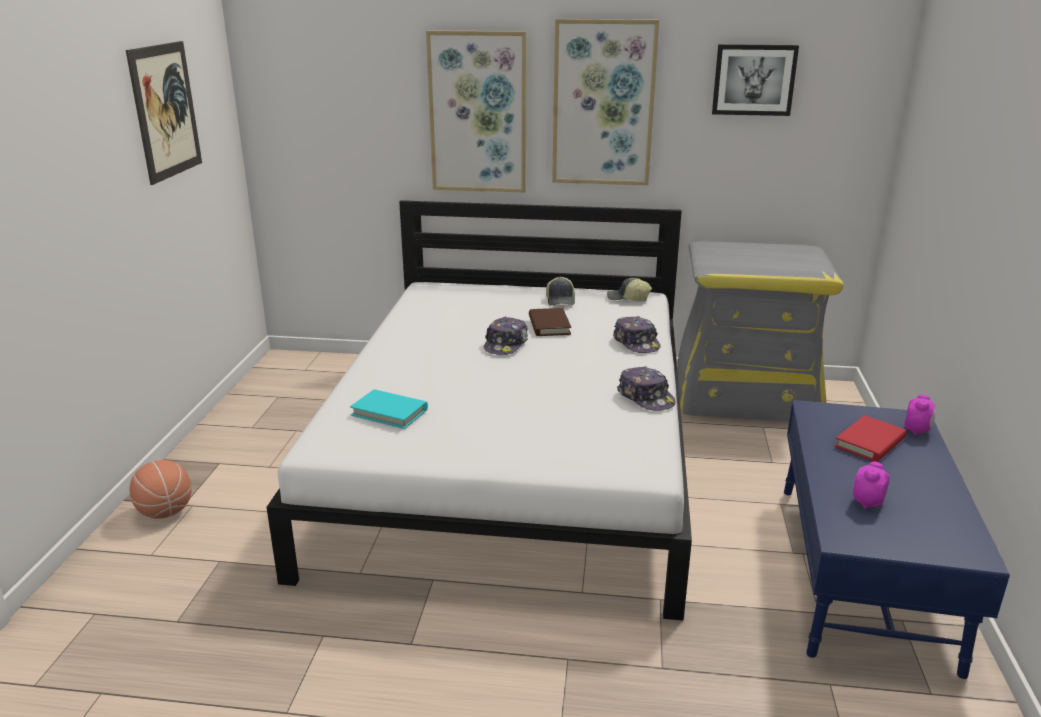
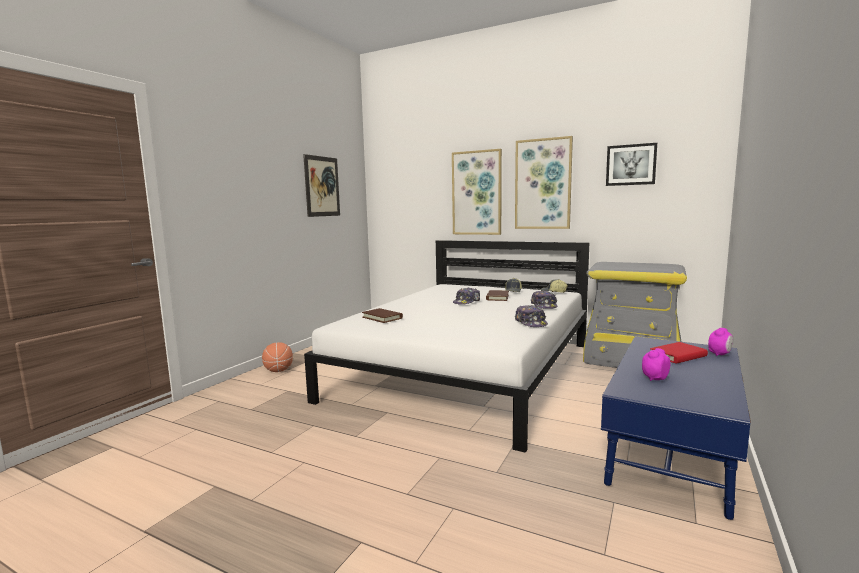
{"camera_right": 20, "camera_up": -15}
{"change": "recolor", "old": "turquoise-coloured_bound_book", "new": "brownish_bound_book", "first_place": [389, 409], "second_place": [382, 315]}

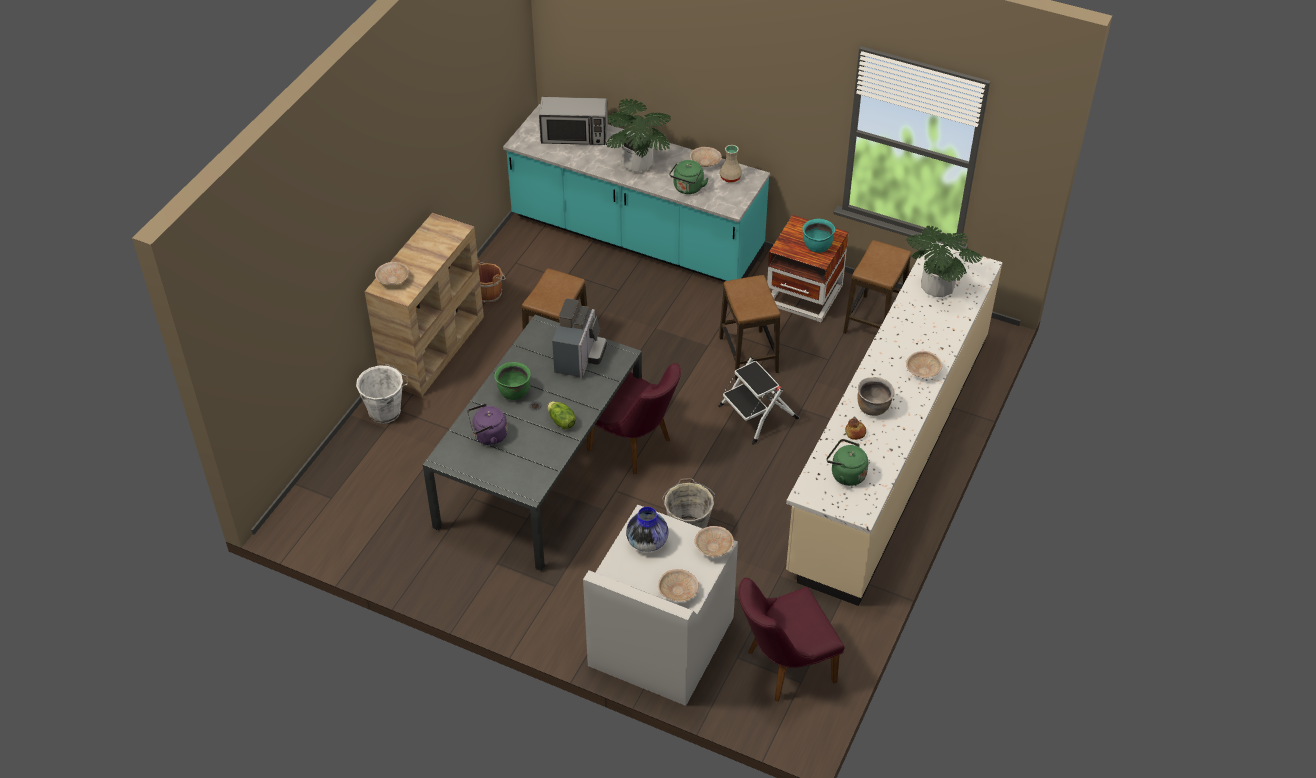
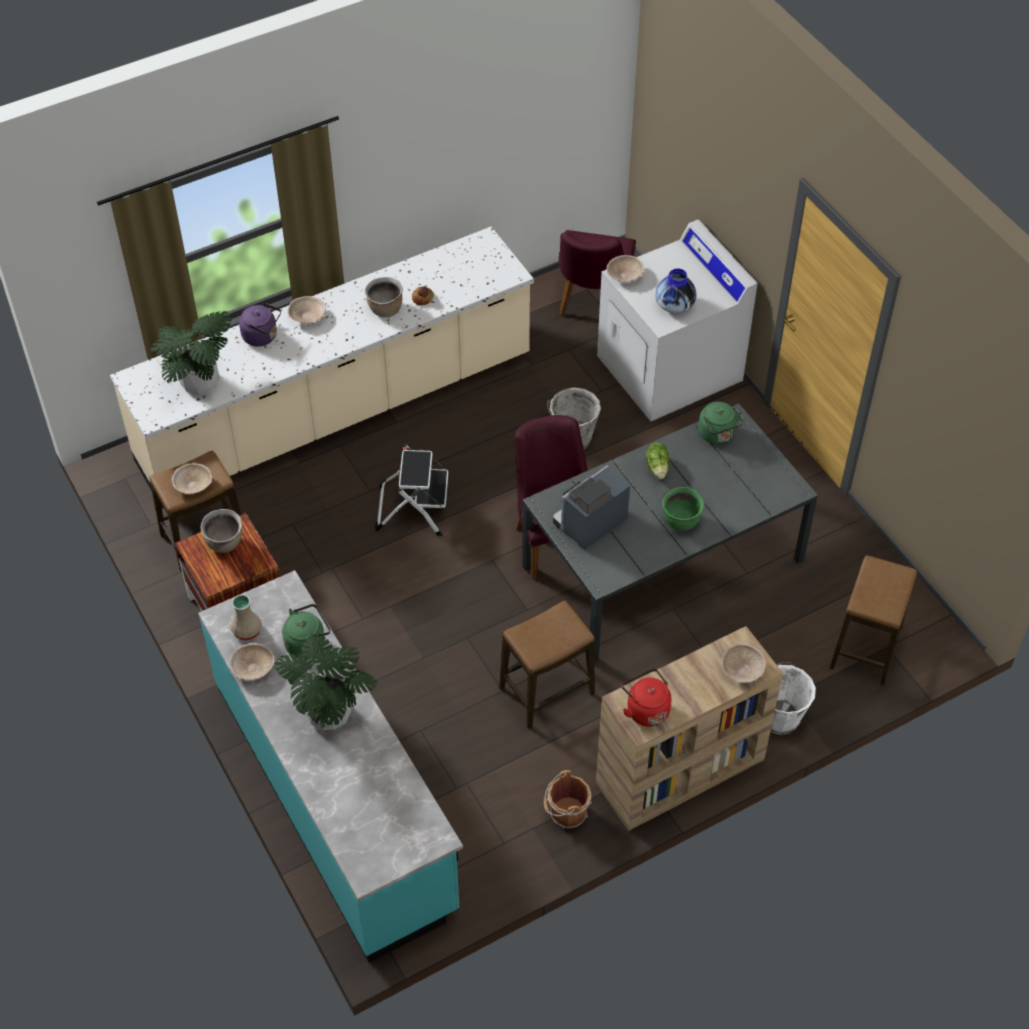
{"camera_right": -145, "camera_up": 5}
{"change": "move", "old": "purple_water_kettle", "first_place": [487, 424], "second_place": [260, 325]}
{"change": "delete", "old": "kitchen_microwave", "first_place": [573, 121]}
{"change": "move", "old": "sand-coloured_serving_bowl", "first_place": [678, 585], "second_place": [192, 478]}
{"change": "move", "old": "stool_seat", "first_place": [750, 327], "second_place": [873, 620]}
{"change": "rotate", "old": "purple_upright_chair", "first_place": [791, 640], "second_place": [597, 273], "degrees": 90}
{"change": "recolor", "old": "turquoise-coloured_stockpot", "new": "brownish_stockpot", "first_place": [818, 236], "second_place": [221, 531]}
{"change": "move", "old": "green-coloured_water_kettle", "first_place": [847, 462], "second_place": [720, 423]}
{"change": "insert", "new": "red-coloured_water_kettle", "second_place": [646, 698]}

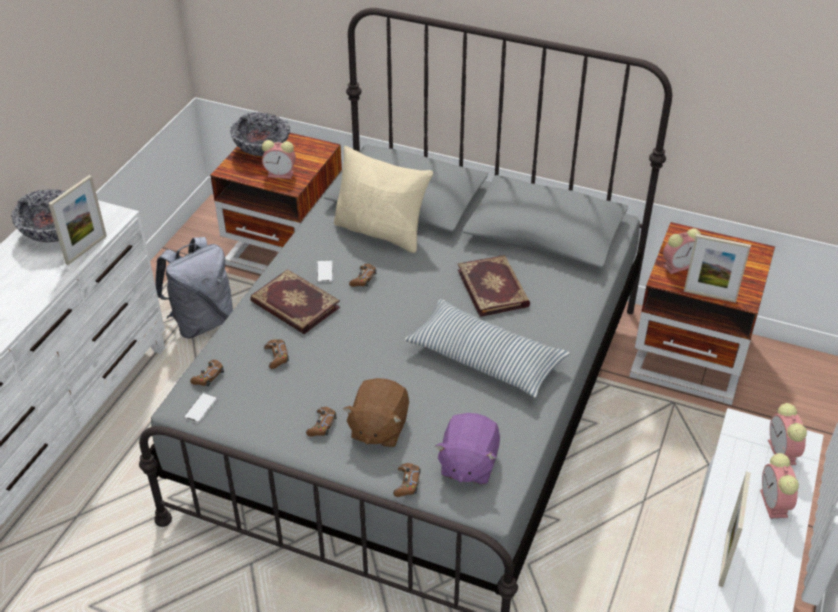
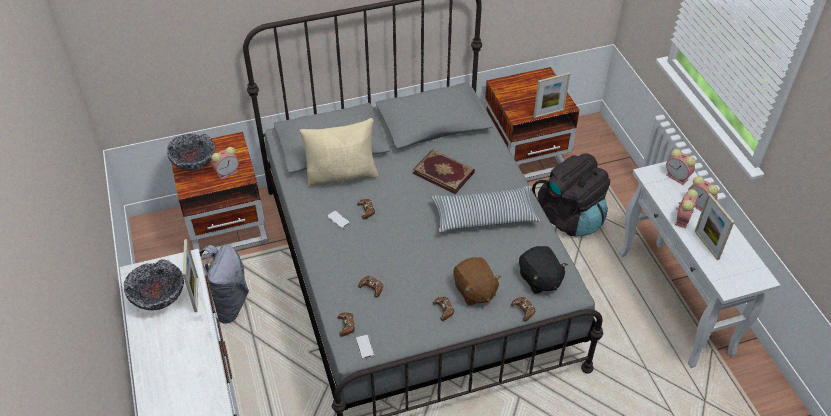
{"camera_right": -40, "camera_up": 5}
{"change": "delete", "old": "bound_book", "first_place": [295, 301]}
{"change": "recolor", "old": "purple_plush_toy", "new": "black-coloured_plush_toy", "first_place": [467, 449], "second_place": [543, 270]}
{"change": "move", "old": "table_clock", "first_place": [682, 251], "second_place": [686, 208]}
{"change": "insert", "new": "black-coloured_knapsack", "second_place": [571, 194]}

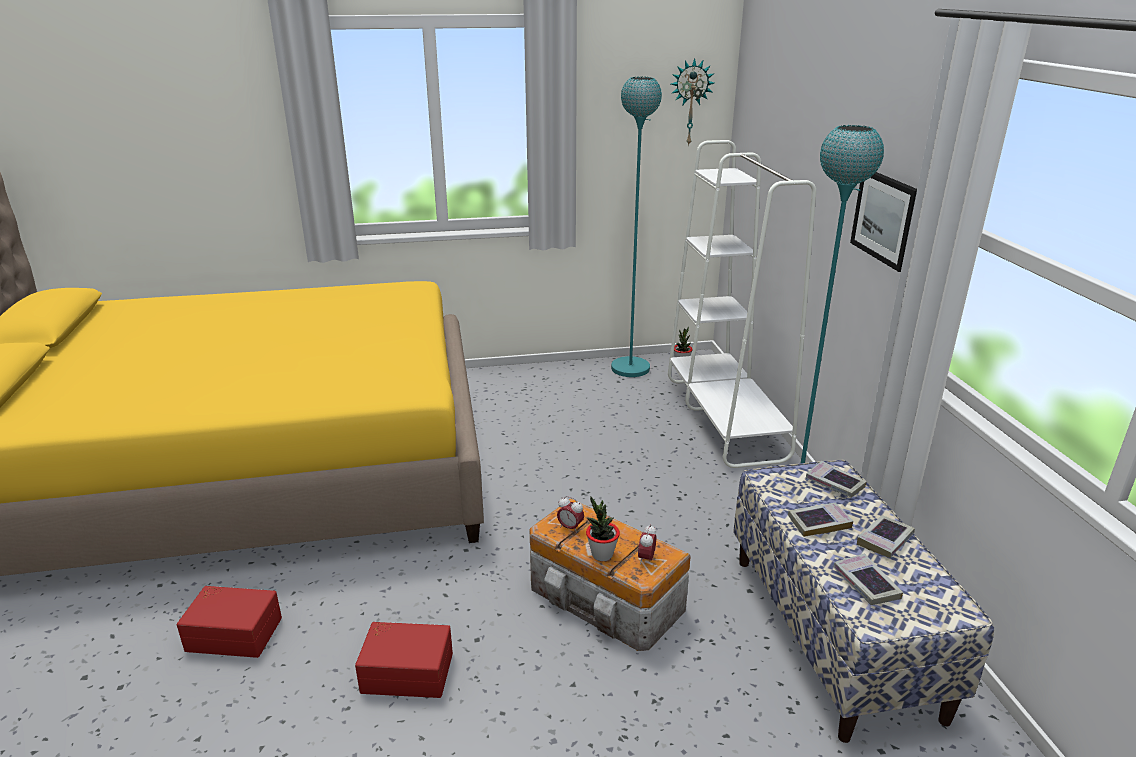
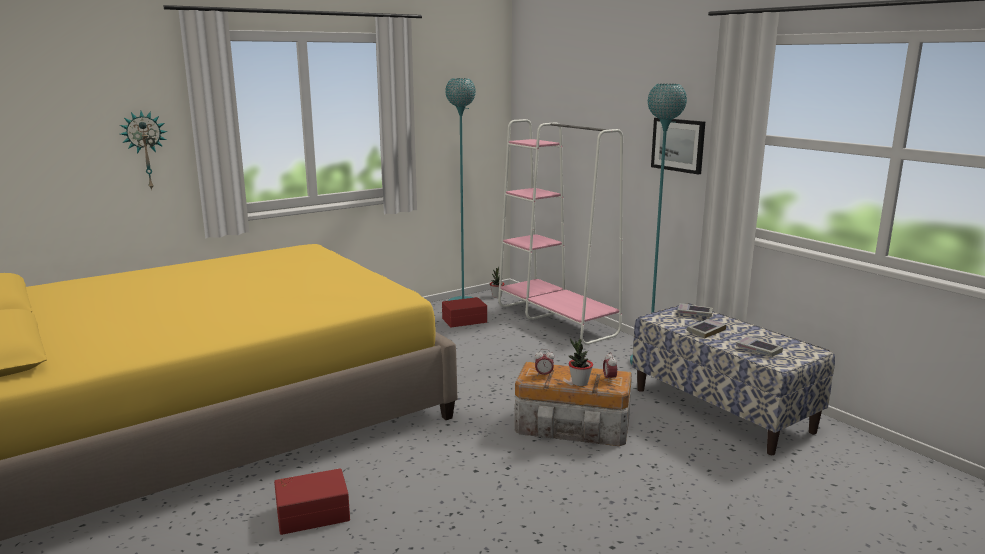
{"camera_right": -25, "camera_up": -10}
{"change": "move", "old": "red-coloured_storage_box", "first_place": [404, 660], "second_place": [464, 312]}
{"change": "recolor", "old": "whitish_garment_rack", "new": "pink_garment_rack", "first_place": [742, 304], "second_place": [560, 232]}
{"change": "move", "old": "hanging_clock", "first_place": [692, 102], "second_place": [144, 151]}
{"change": "delete", "old": "bound_book", "first_place": [886, 536]}

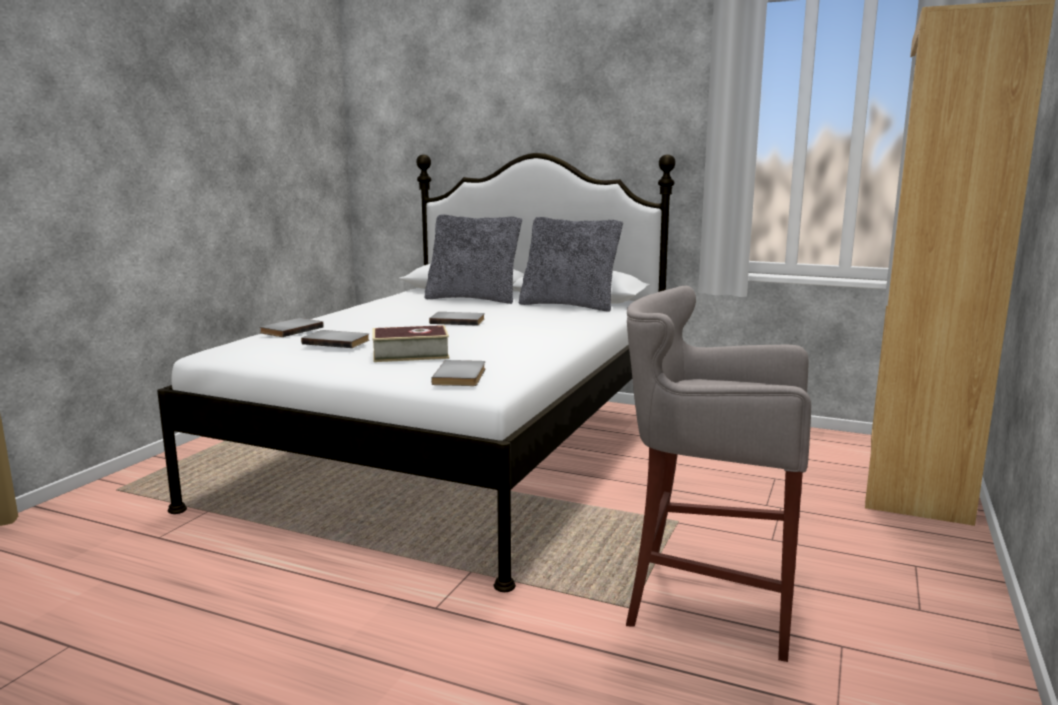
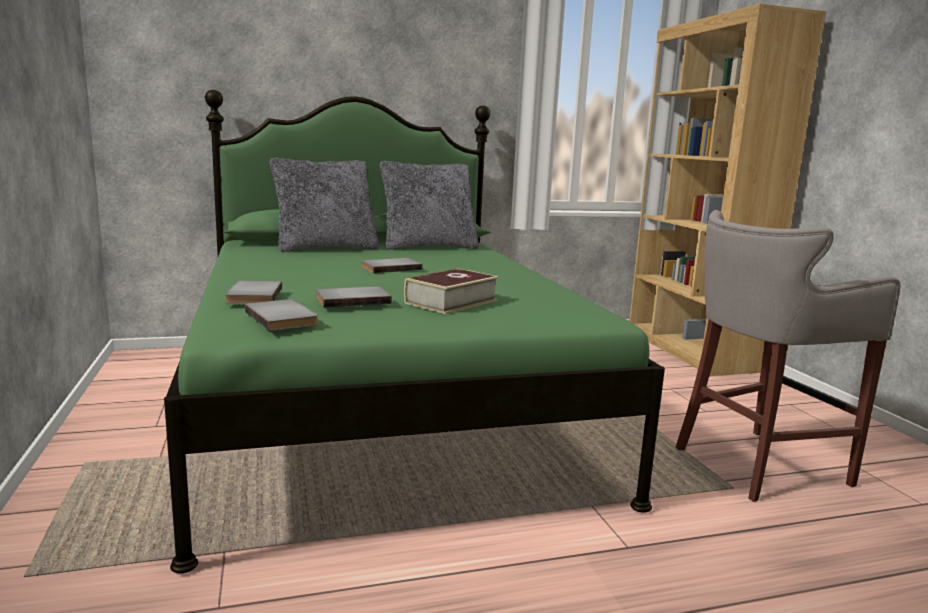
{"camera_right": -40, "camera_up": 0}
{"change": "recolor", "old": "whitish_bedroom_bed", "new": "green-coloured_bedroom_bed", "first_place": [416, 372], "second_place": [414, 331]}
{"change": "move", "old": "gray_bound_book", "first_place": [458, 373], "second_place": [281, 315]}

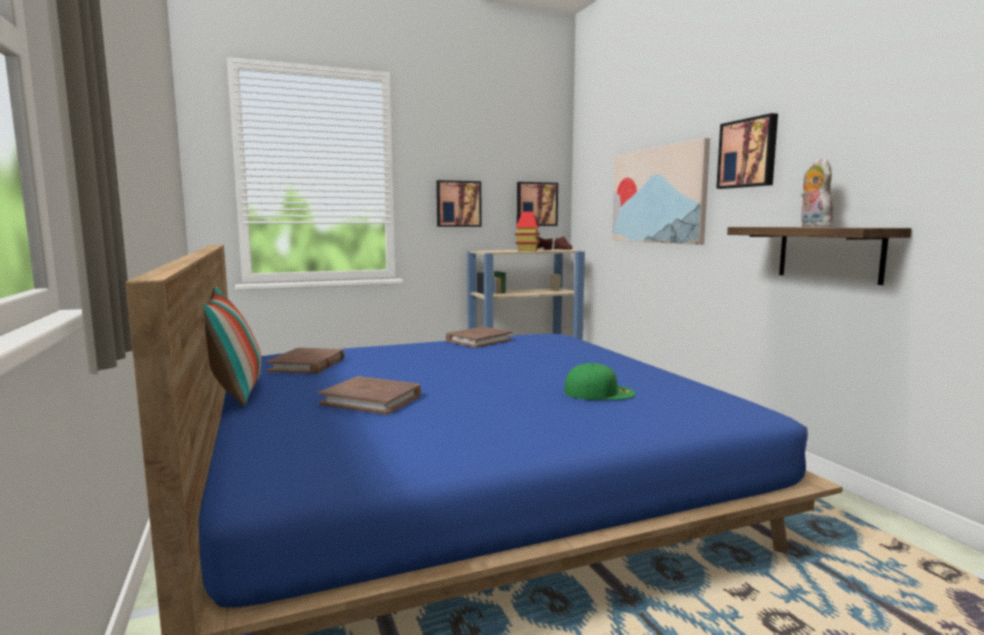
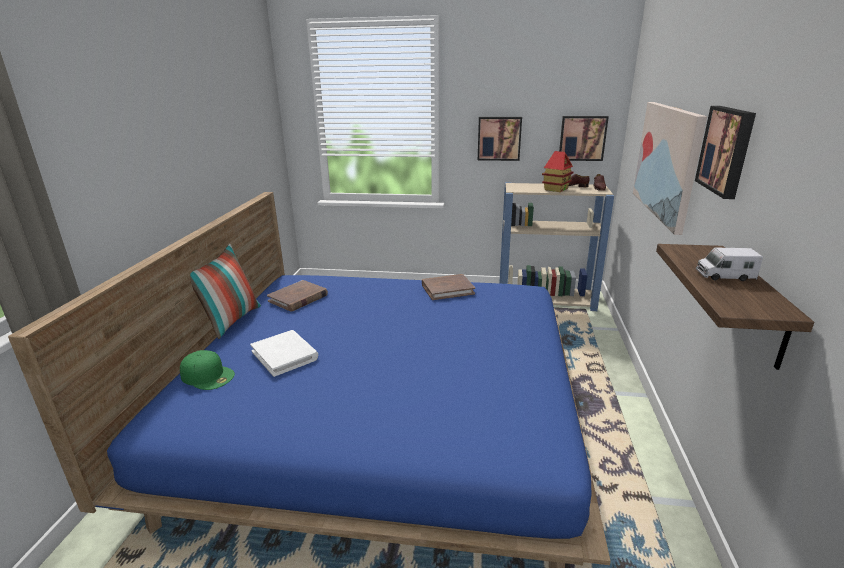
{"camera_right": 30, "camera_up": 15}
{"change": "recolor", "old": "brownish_bound_book", "new": "whitish_bound_book", "first_place": [370, 395], "second_place": [284, 353]}
{"change": "move", "old": "green-coloured_peaked_cap", "first_place": [600, 381], "second_place": [207, 370]}
{"change": "replace", "old": "plush_toy", "new": "toy_truck", "first_place": [817, 192], "second_place": [729, 264]}

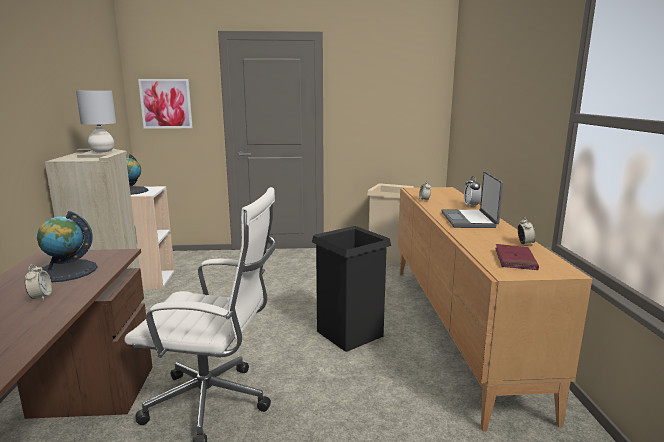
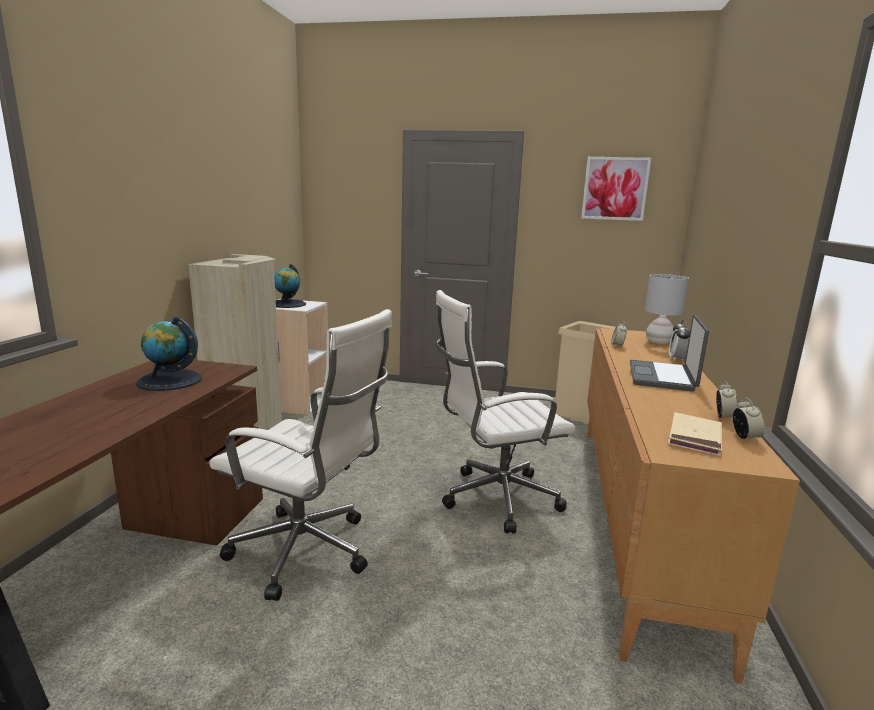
{"camera_right": 15, "camera_up": 0}
{"change": "move", "old": "table_clock", "first_place": [38, 282], "second_place": [749, 419]}
{"change": "move", "old": "gray_tabletop_lamp", "first_place": [96, 121], "second_place": [667, 309]}
{"change": "move", "old": "picture", "first_place": [165, 104], "second_place": [616, 189]}
{"change": "replace", "old": "black-coloured_trash_can", "new": "whitish_computer_chair", "first_place": [351, 289], "second_place": [505, 411]}
{"change": "recolor", "old": "red-coloured_bound_book", "new": "sand-coloured_bound_book", "first_place": [517, 257], "second_place": [695, 434]}

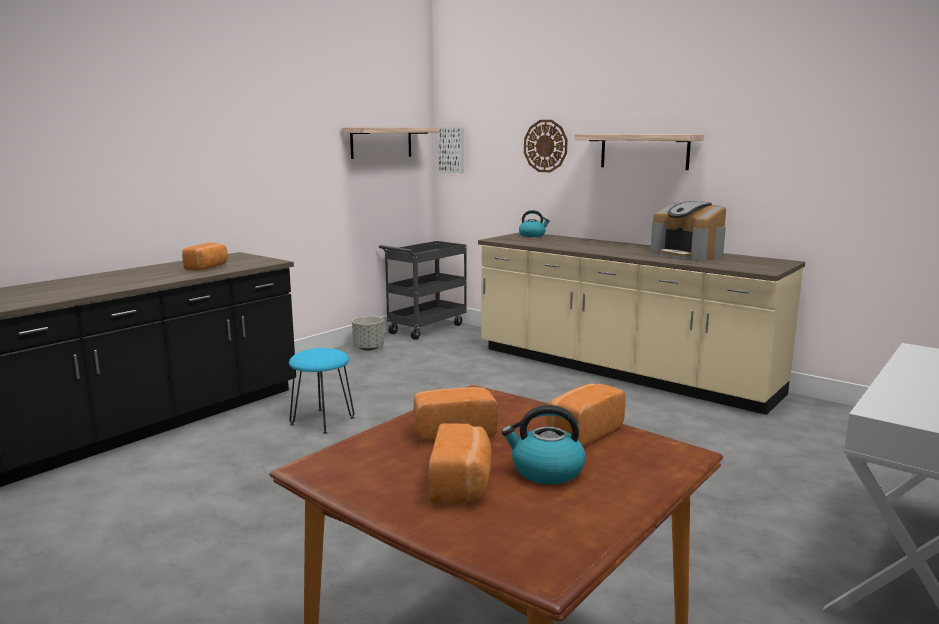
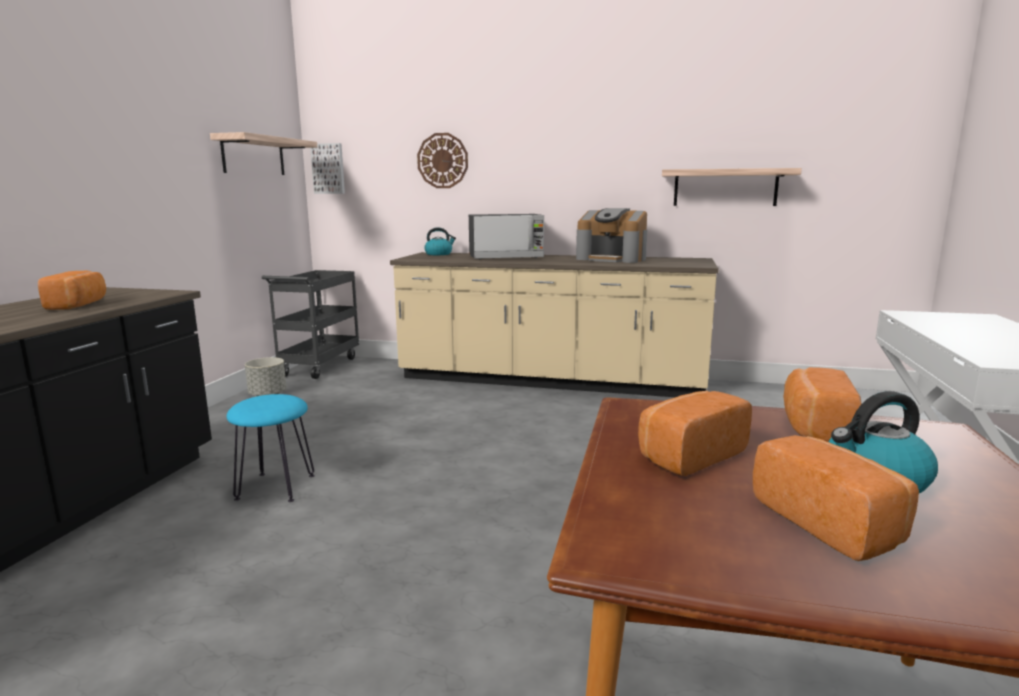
{"camera_right": -25, "camera_up": 0}
{"change": "move", "old": "shelf", "first_place": [639, 152], "second_place": [732, 187]}
{"change": "insert", "new": "kitchen_microwave", "second_place": [506, 237]}

